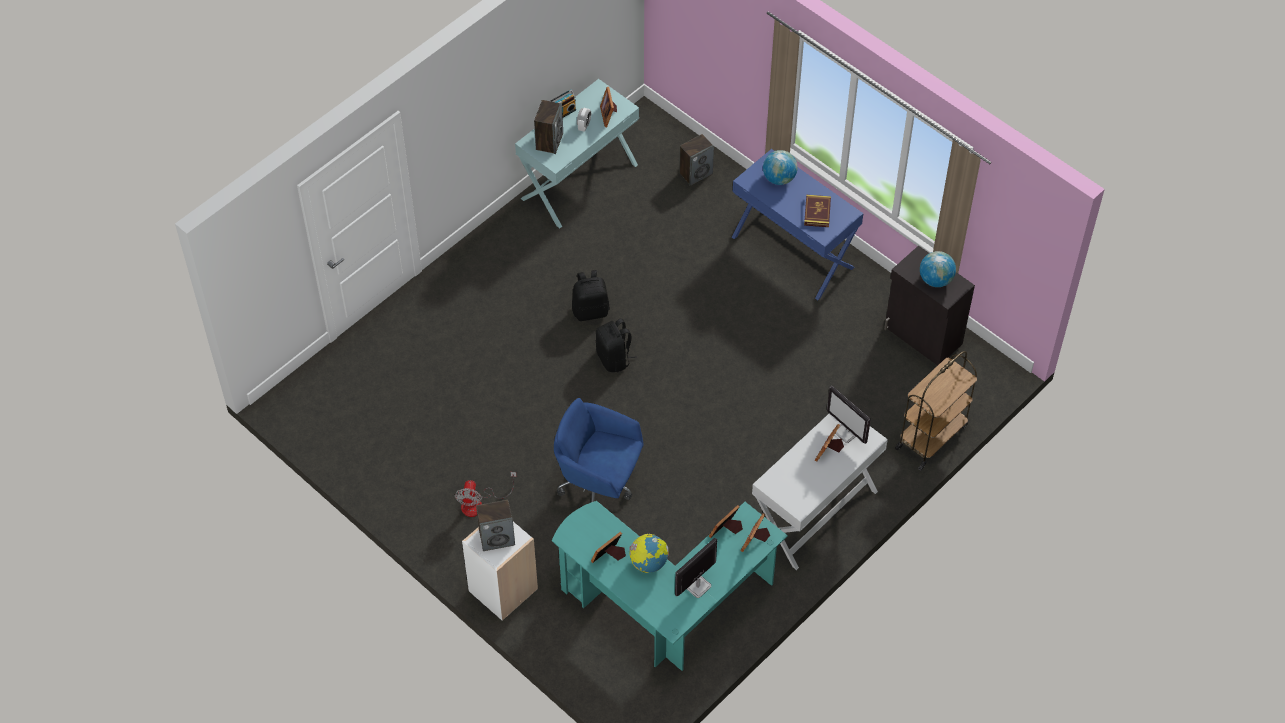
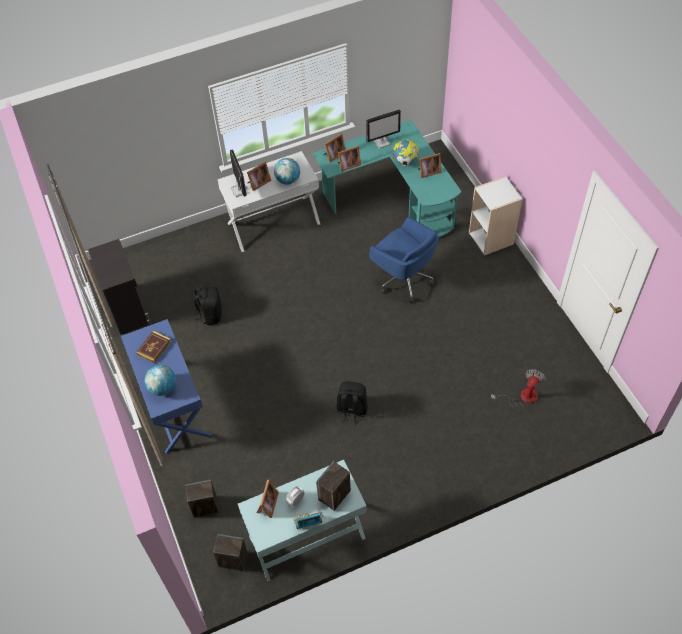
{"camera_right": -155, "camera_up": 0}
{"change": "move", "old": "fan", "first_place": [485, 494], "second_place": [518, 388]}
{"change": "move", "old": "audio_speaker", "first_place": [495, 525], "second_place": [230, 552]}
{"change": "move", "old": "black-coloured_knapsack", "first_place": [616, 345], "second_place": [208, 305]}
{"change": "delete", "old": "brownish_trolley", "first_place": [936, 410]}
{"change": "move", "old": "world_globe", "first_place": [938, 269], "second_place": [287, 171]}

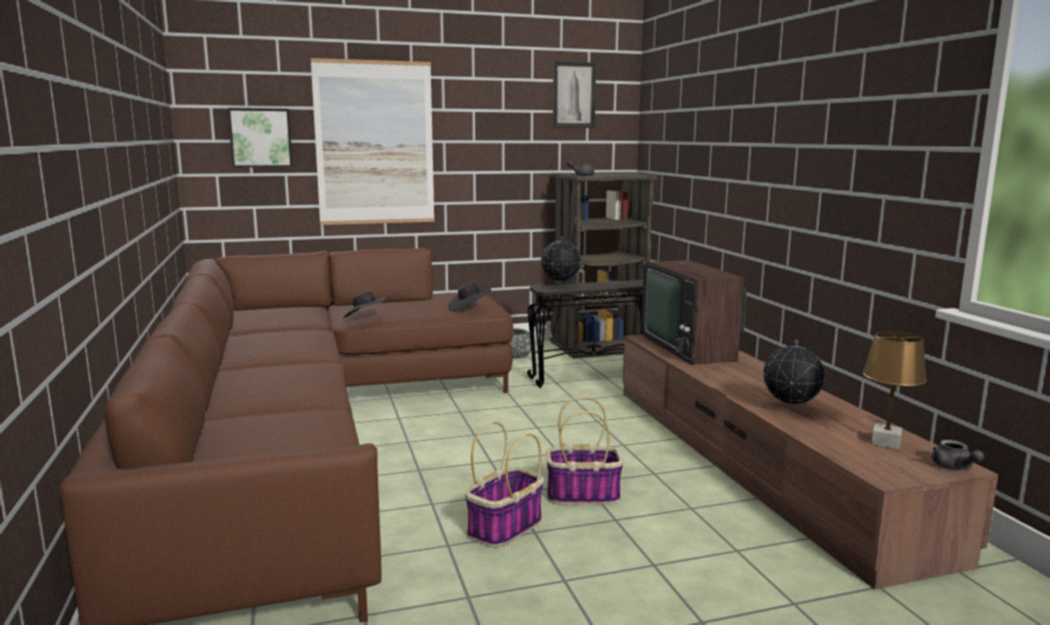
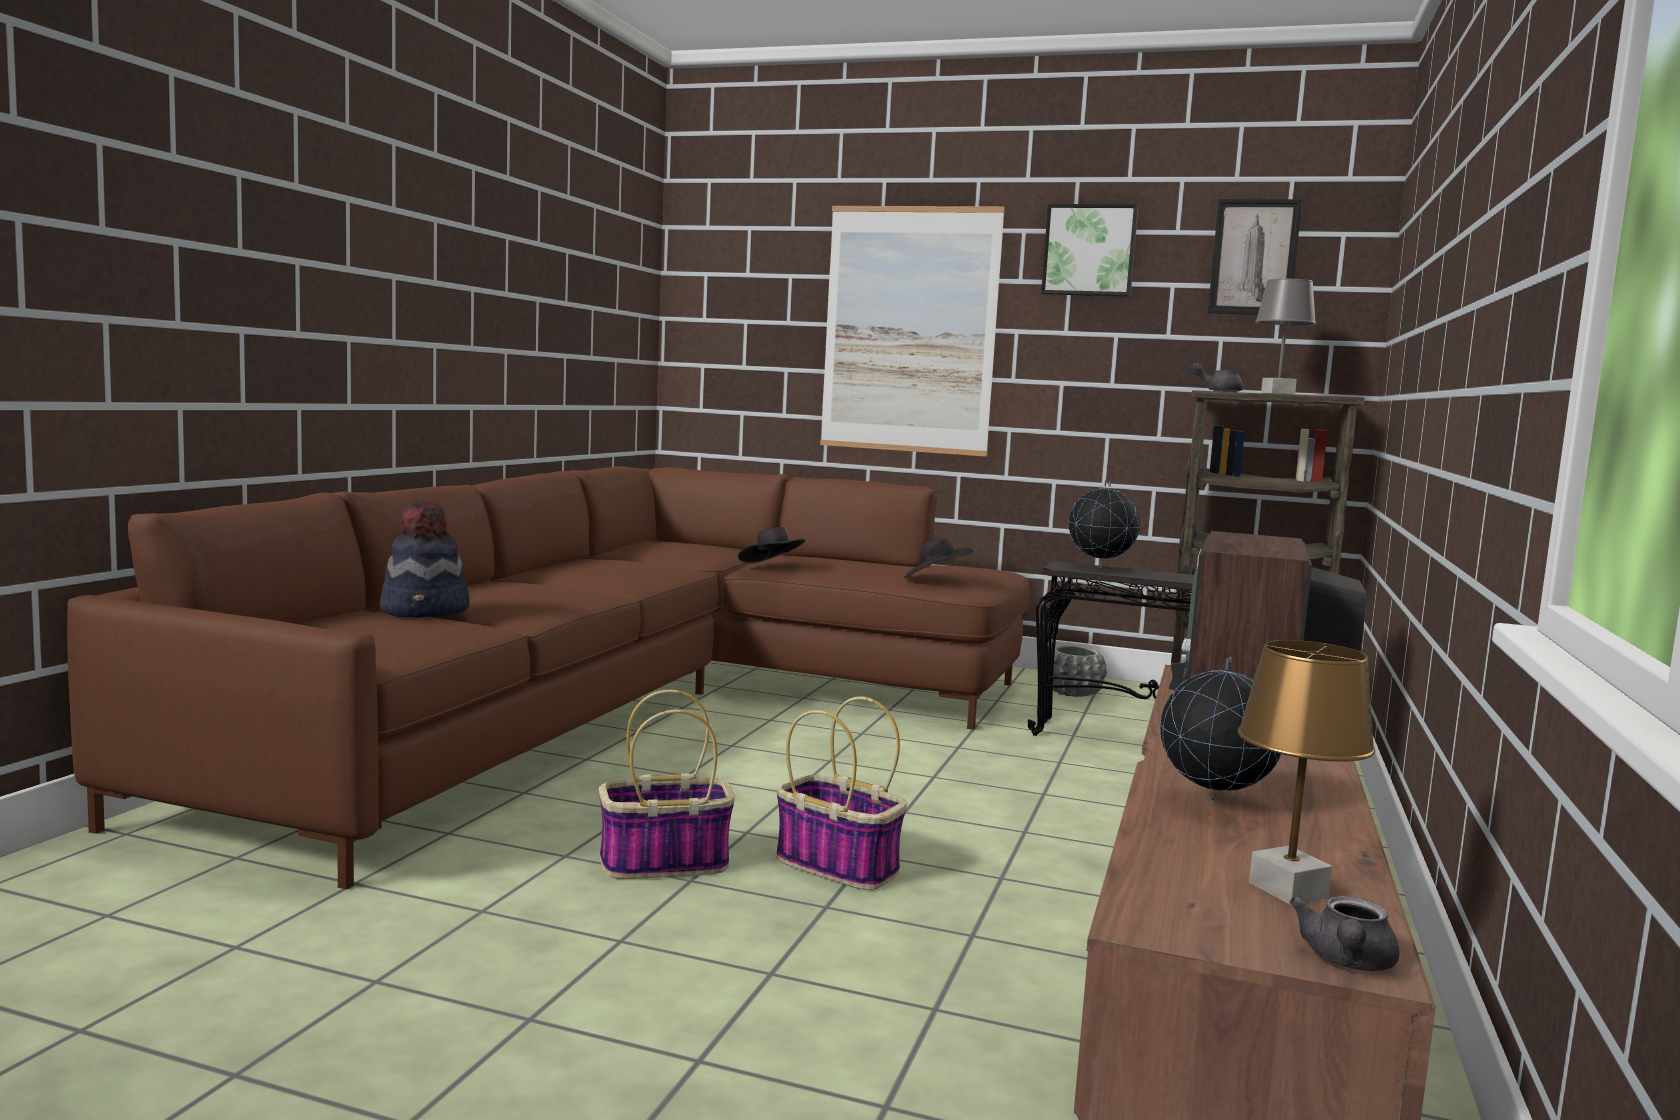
{"camera_right": 35, "camera_up": -5}
{"change": "move", "old": "picture", "first_place": [260, 138], "second_place": [1089, 250]}
{"change": "insert", "new": "hat", "second_place": [425, 559]}
{"change": "insert", "new": "gray_tabletop_lamp", "second_place": [1285, 336]}

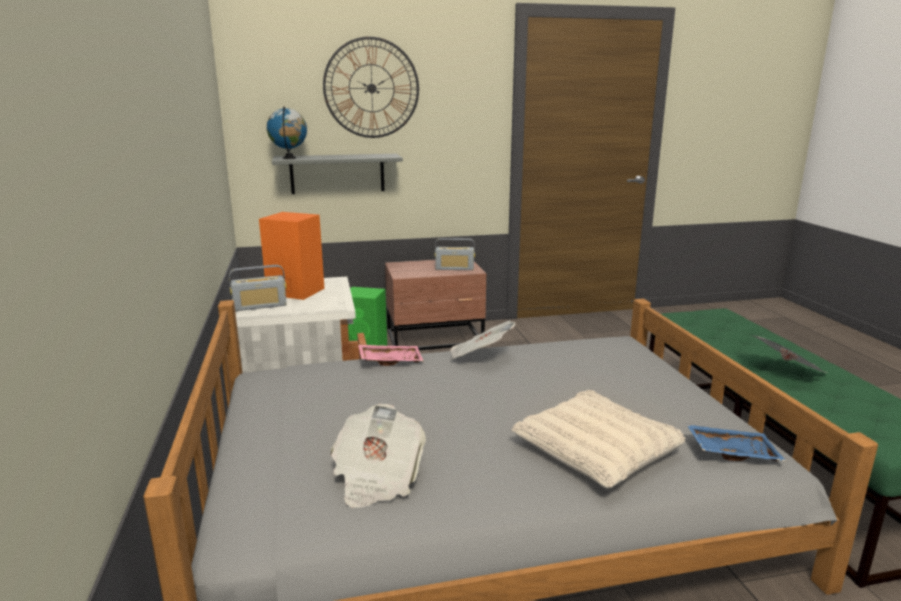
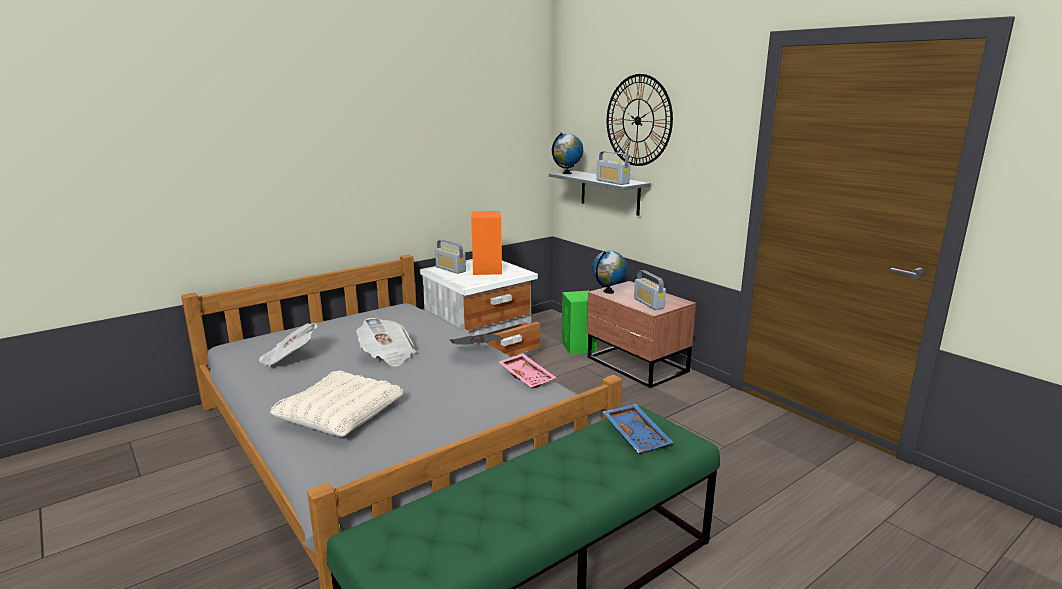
{"camera_right": 65, "camera_up": 0}
{"change": "move", "old": "pink_serving_tray", "first_place": [390, 355], "second_place": [528, 370]}
{"change": "move", "old": "blue-coloured_serving_tray", "first_place": [736, 442], "second_place": [638, 428]}
{"change": "move", "old": "newspaper", "first_place": [790, 354], "second_place": [386, 342]}
{"change": "insert", "new": "world_globe", "second_place": [609, 272]}
{"change": "insert", "new": "radio", "second_place": [613, 168]}

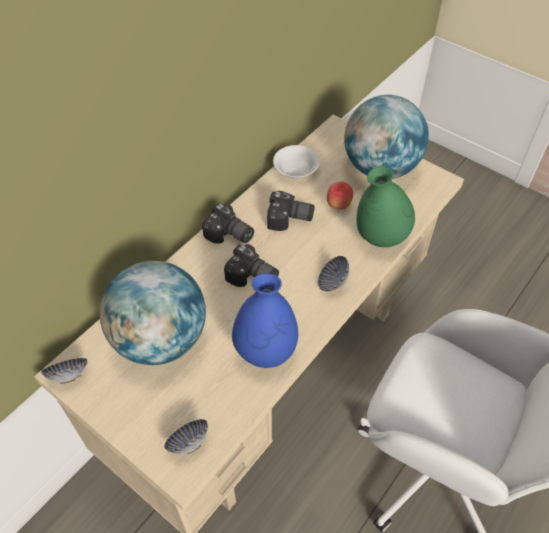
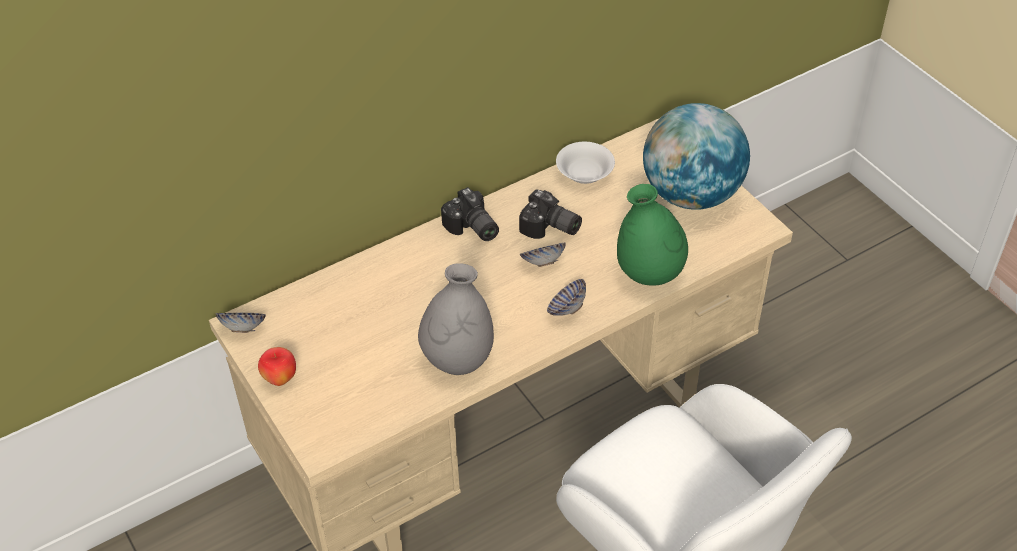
{"camera_right": 20, "camera_up": -5}
{"change": "delete", "old": "world_globe", "first_place": [153, 313]}
{"change": "move", "old": "serving_bowl", "first_place": [186, 436], "second_place": [542, 254]}
{"change": "delete", "old": "still_camera", "first_place": [251, 265]}
{"change": "recolor", "old": "blue-coloured_decorative_vase", "new": "gray_decorative_vase", "first_place": [265, 321], "second_place": [456, 319]}
{"change": "move", "old": "apple", "first_place": [340, 195], "second_place": [277, 366]}

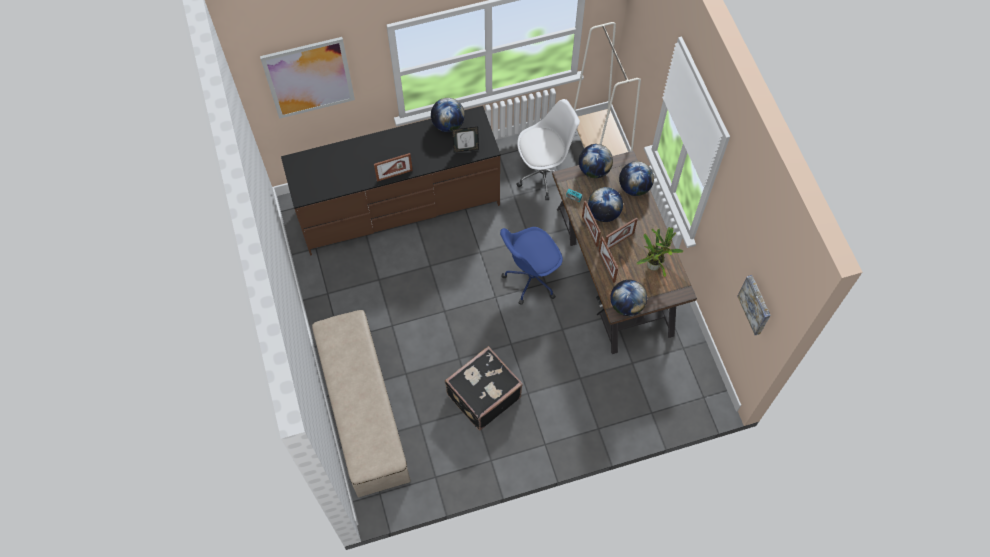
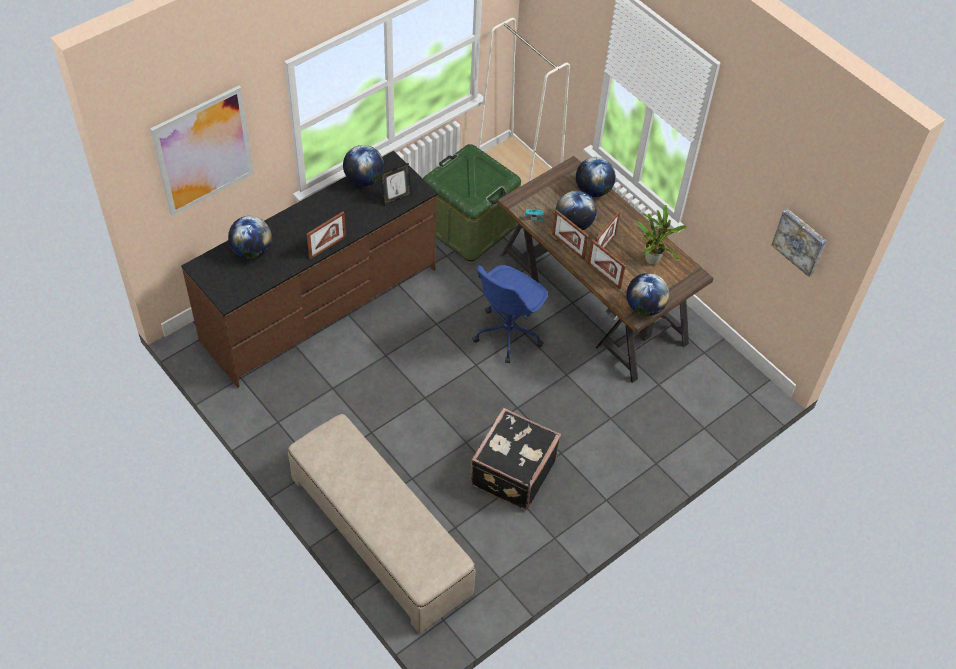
{"camera_right": -25, "camera_up": -10}
{"change": "replace", "old": "whitish_computer_chair", "new": "green-coloured_storage_box", "first_place": [548, 149], "second_place": [472, 202]}
{"change": "move", "old": "world_globe", "first_place": [596, 161], "second_place": [250, 237]}

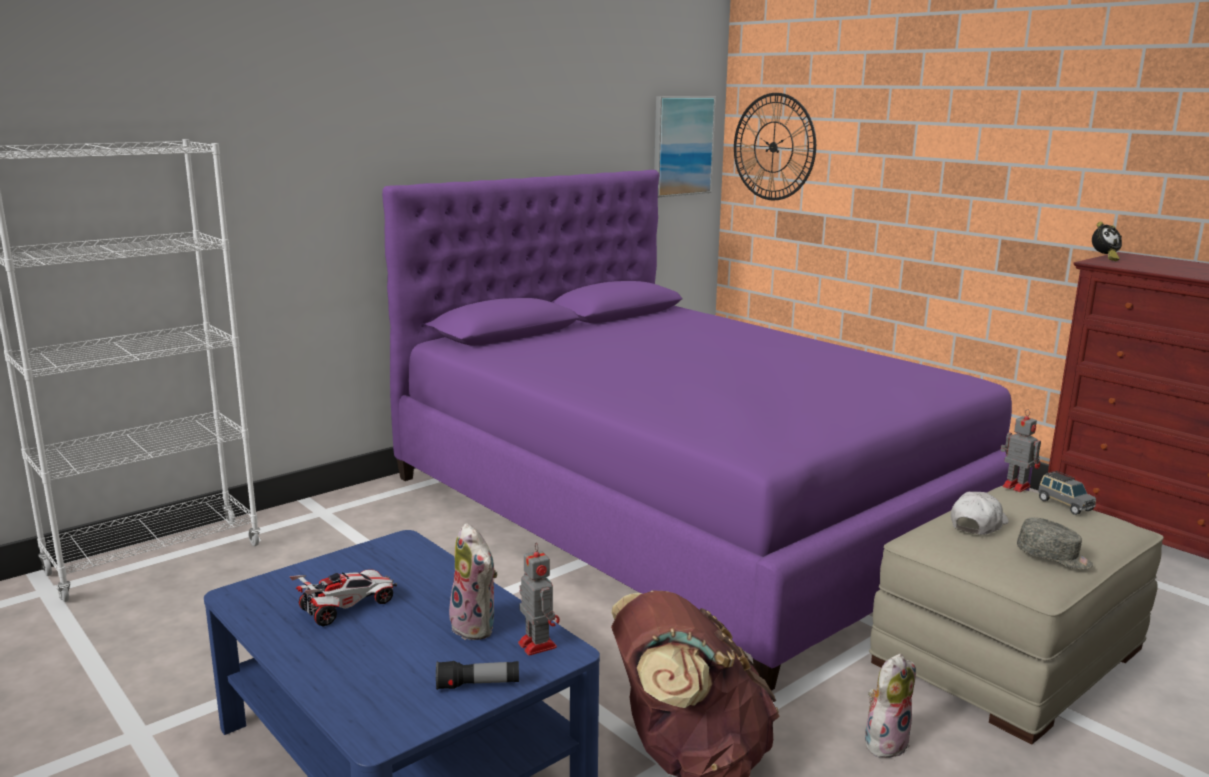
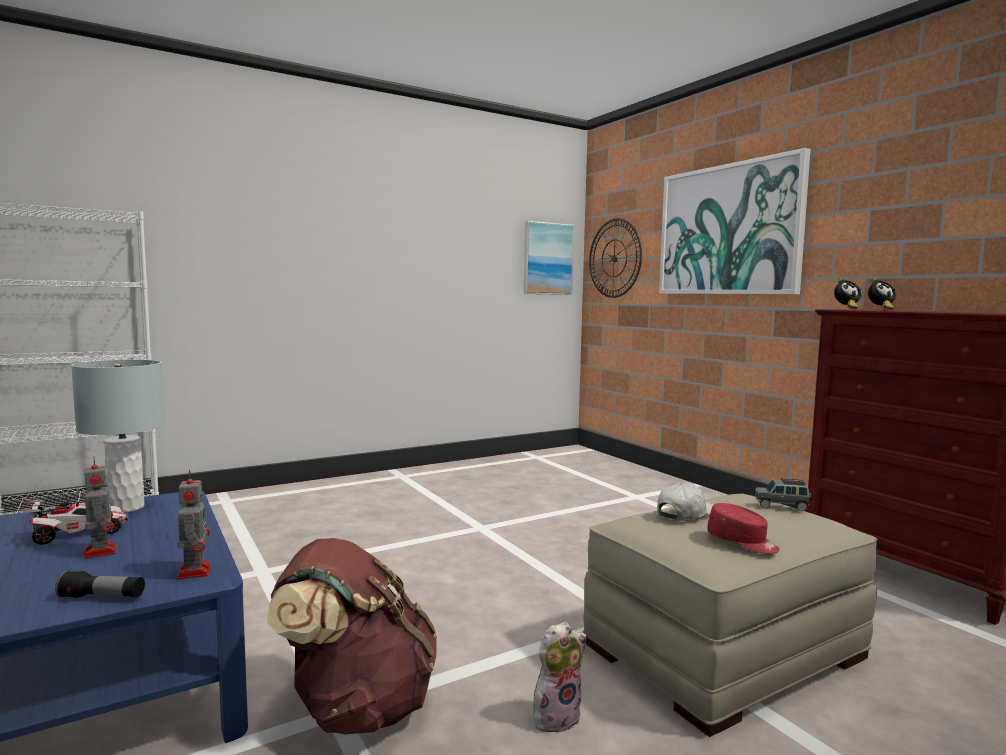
{"camera_right": 10, "camera_up": -10}
{"change": "delete", "old": "purple_bedroom_bed", "first_place": [707, 430]}
{"change": "delete", "old": "plush_toy", "first_place": [473, 581]}
{"change": "move", "old": "robot_figure", "first_place": [1020, 450], "second_place": [100, 508]}
{"change": "recolor", "old": "gray_peaked_cap", "new": "red-coloured_peaked_cap", "first_place": [1055, 543], "second_place": [743, 528]}
{"change": "rotate", "old": "gray_toy_car", "first_place": [1067, 493], "second_place": [783, 494], "degrees": 120}
{"change": "insert", "new": "gray_tabletop_lamp", "second_place": [118, 436]}
{"change": "insert", "new": "picture", "second_place": [735, 221]}
{"change": "insert", "new": "table_clock", "second_place": [882, 294]}

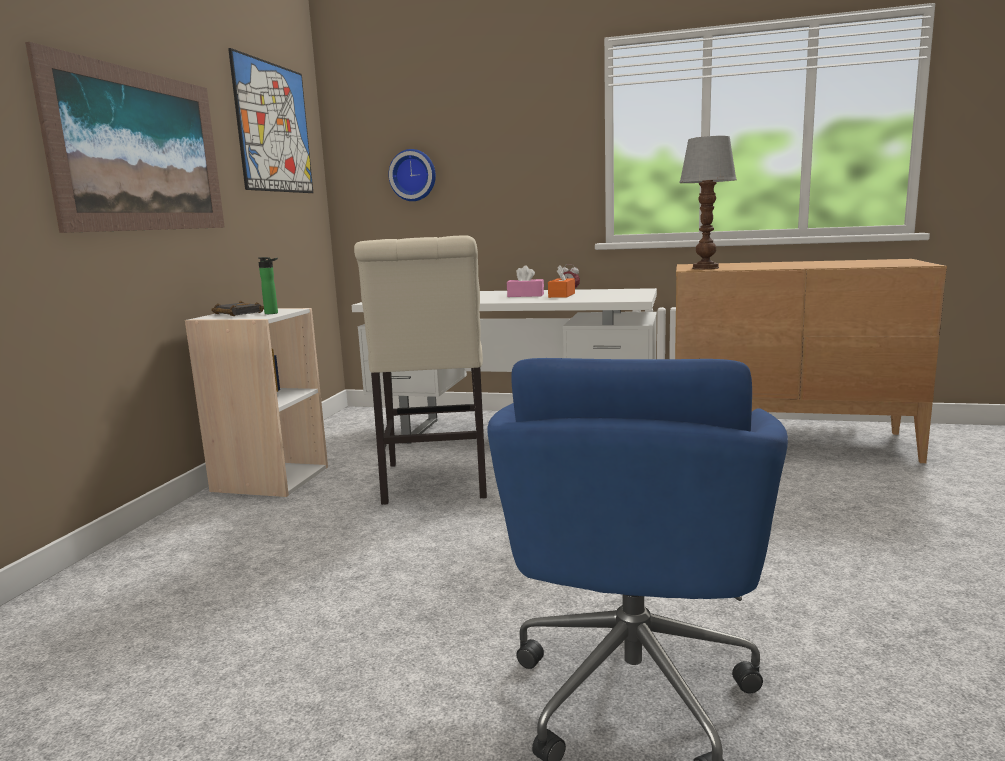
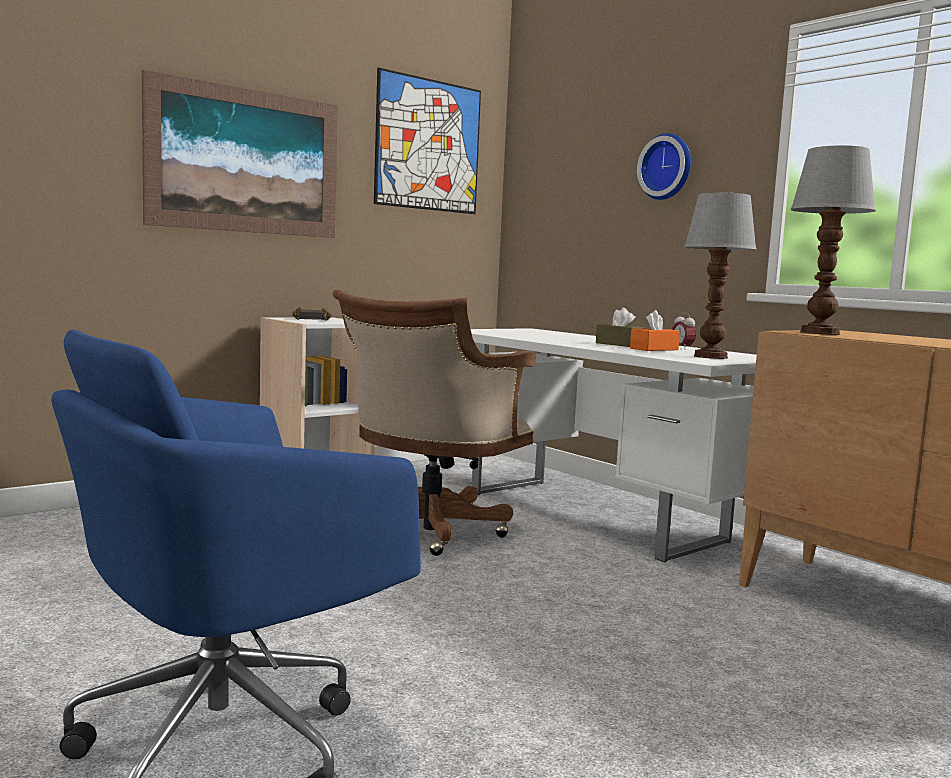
{"camera_right": 35, "camera_up": -5}
{"change": "delete", "old": "drink_bottle", "first_place": [268, 285]}
{"change": "replace", "old": "sand-coloured_stool_seat", "new": "computer_chair", "first_place": [420, 370], "second_place": [434, 422]}
{"change": "move", "old": "hanging_clock", "first_place": [412, 175], "second_place": [664, 166]}
{"change": "recolor", "old": "pink_box_of_tissues", "new": "brownish_box_of_tissues", "first_place": [525, 281], "second_place": [620, 327]}
{"change": "insert", "new": "tabletop_lamp", "second_place": [720, 275]}

